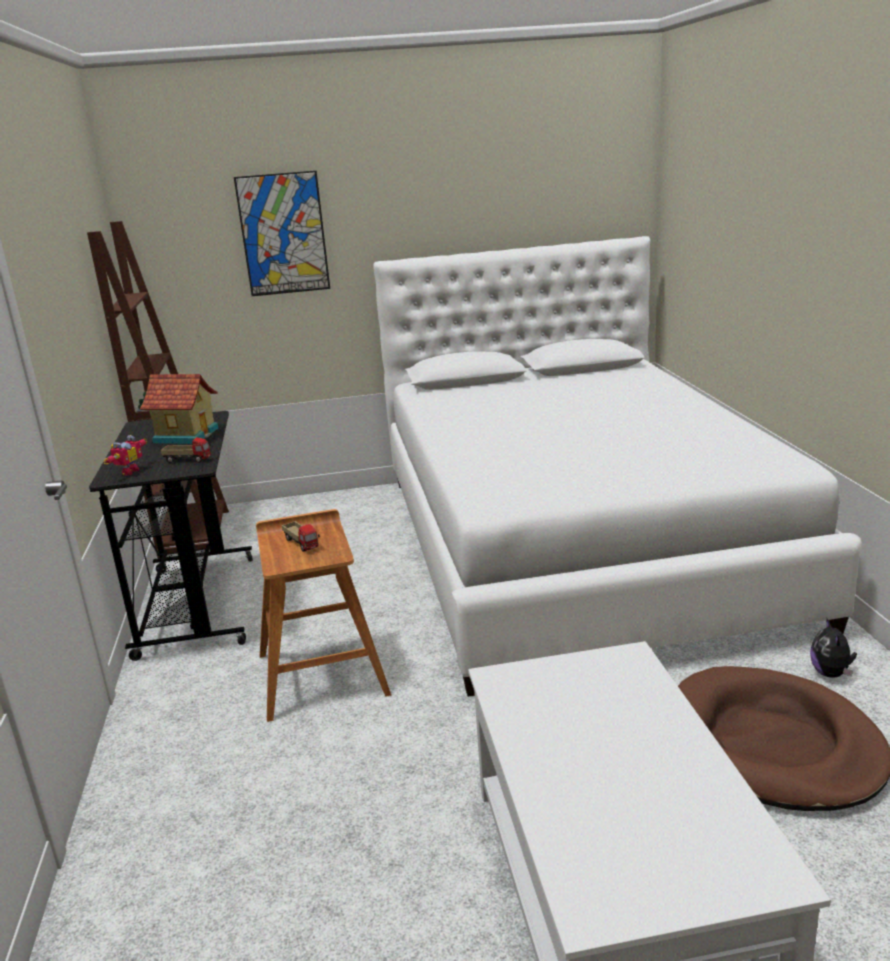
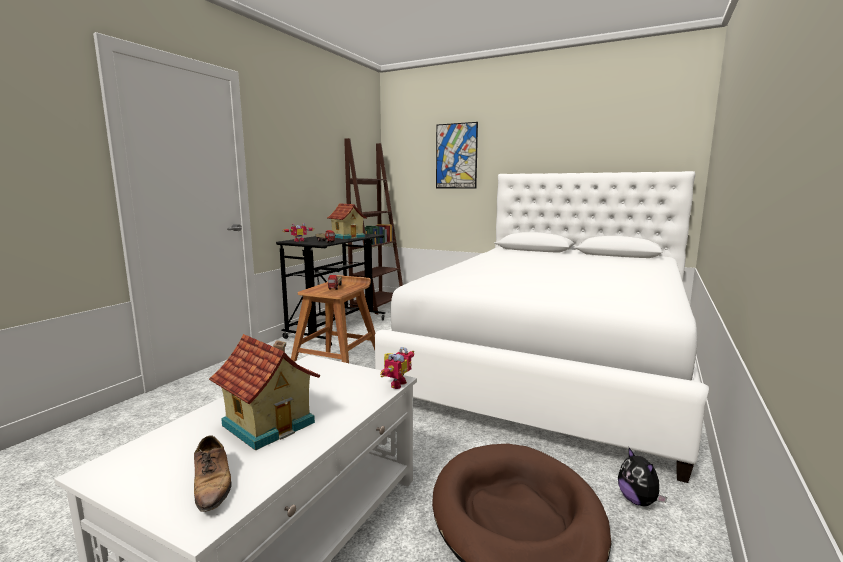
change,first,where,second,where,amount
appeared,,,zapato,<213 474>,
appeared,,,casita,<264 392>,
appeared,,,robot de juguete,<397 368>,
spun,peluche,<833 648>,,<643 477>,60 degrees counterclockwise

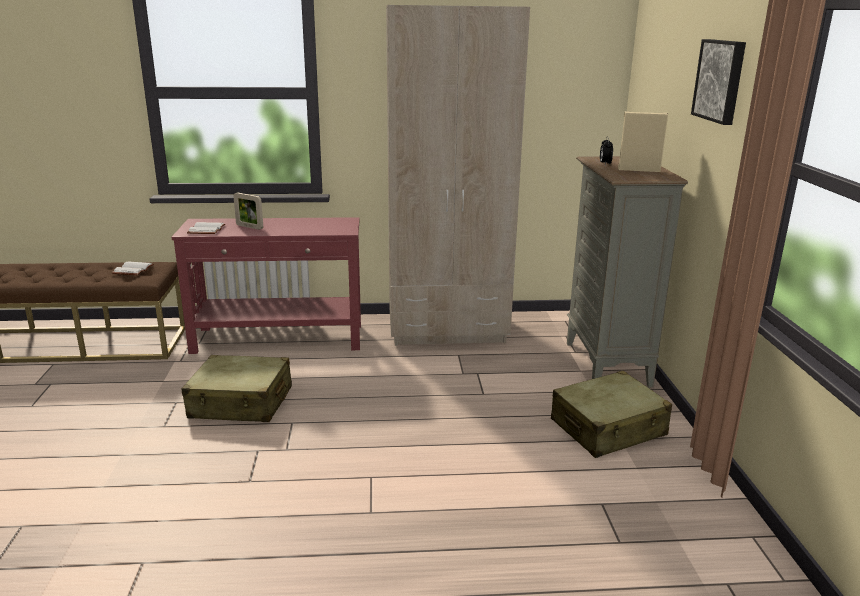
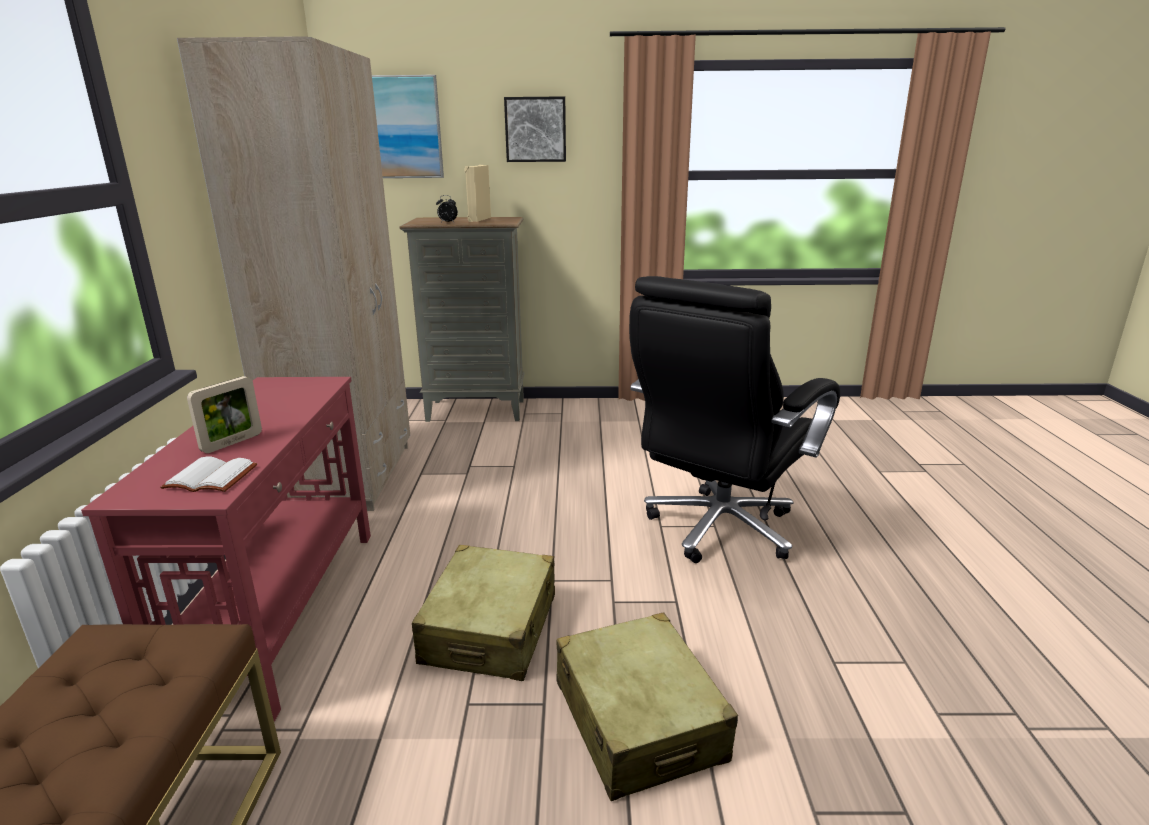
change,first,where,second,where,amount
missing,libro [blanco],<133 268>,,,
appeared,,,cuadro,<408 126>,
appeared,,,silla de oficina [negro],<734 419>,
relocated,maleta [beis],<611 414>,,<647 706>,

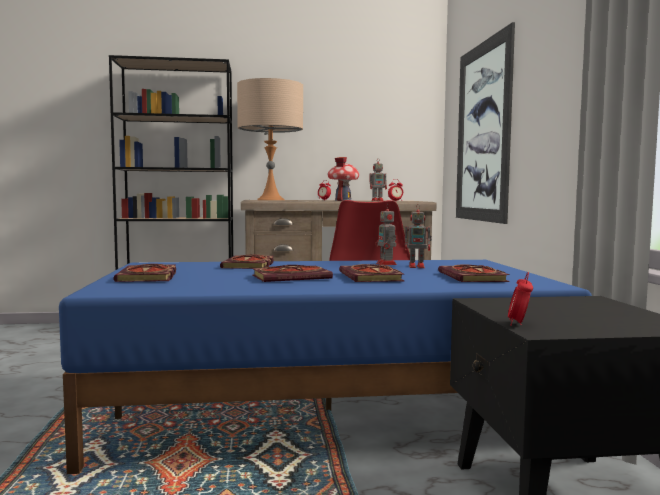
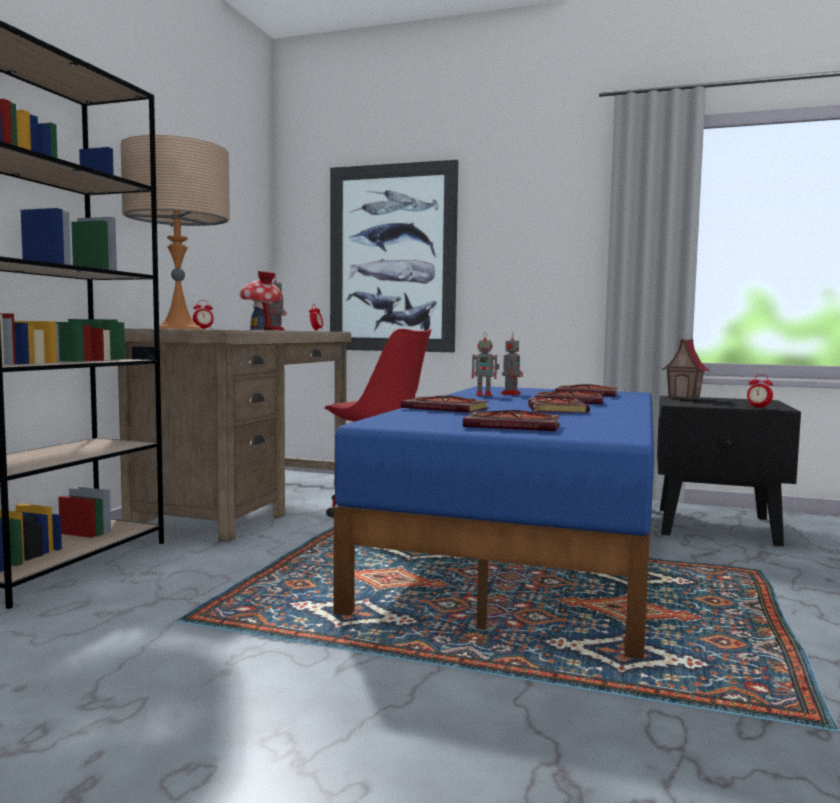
change,first,where,second,where,amount
appeared,,,casita,<685 369>,

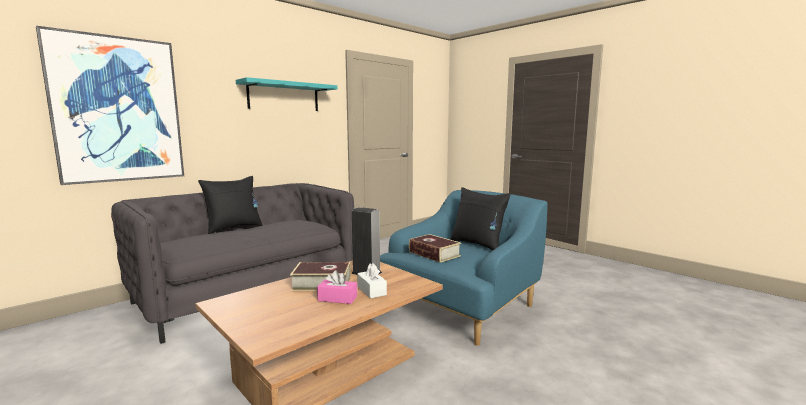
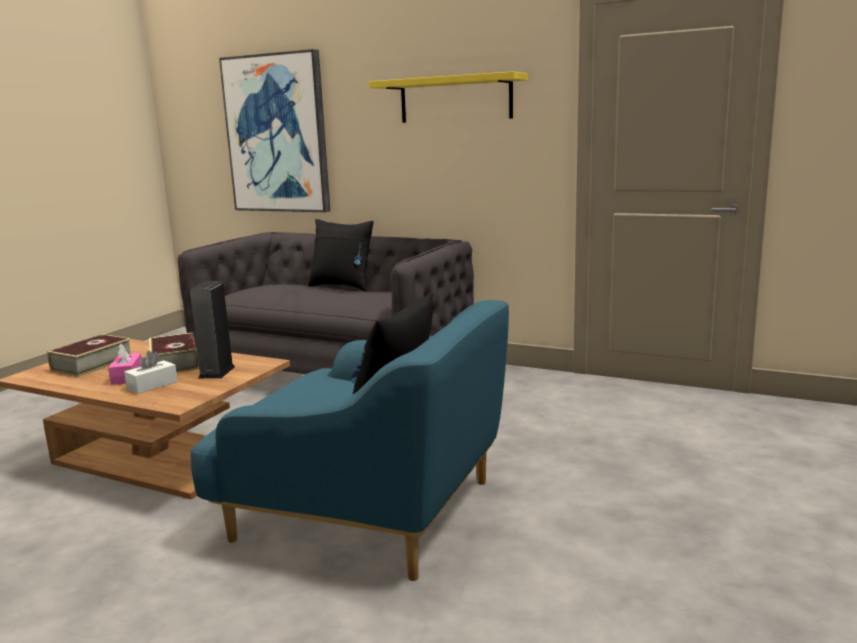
change,first,where,second,where,amount
relocated,libro,<435 248>,,<89 355>,
colour,estante [turquesa],<286 94>,estante [amarillo],<448 97>,

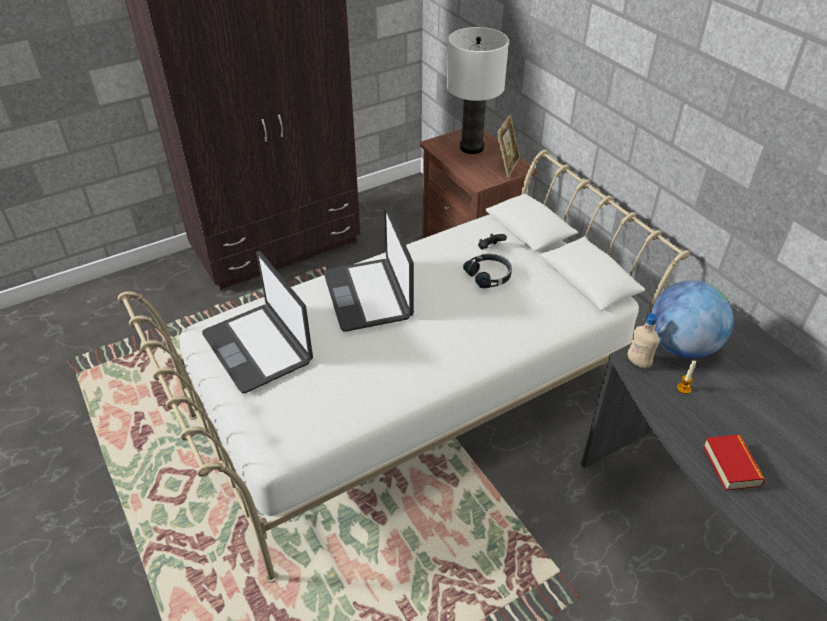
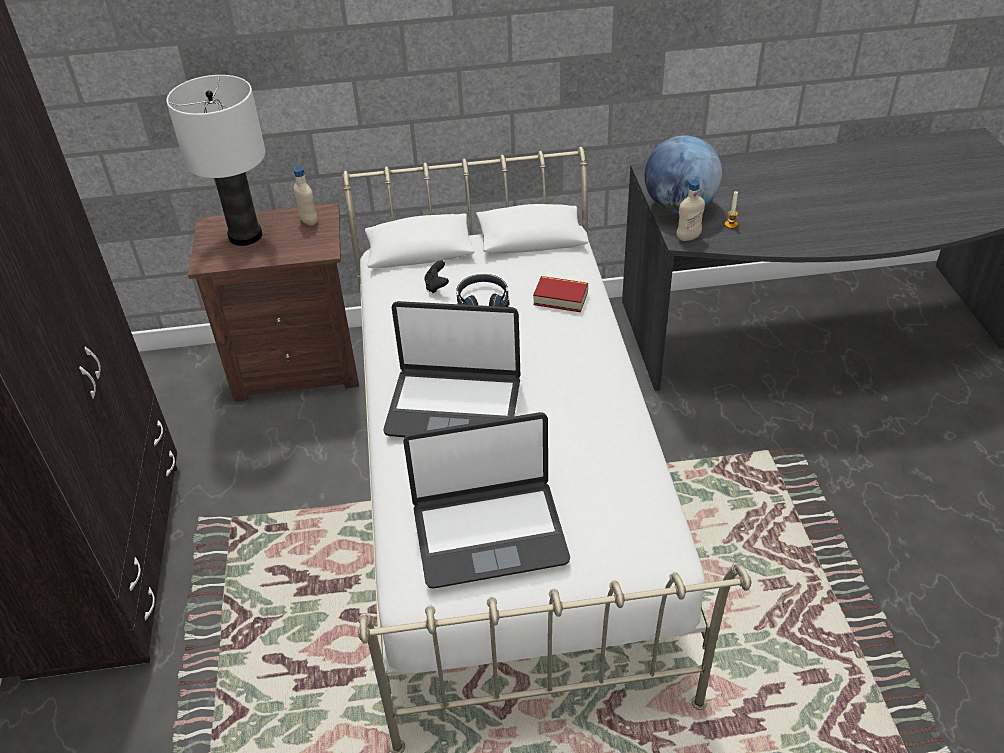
change,first,where,second,where,amount
relocated,libro,<734 462>,,<560 294>,
exchanged,portarretratos,<508 146>,botella [beis],<305 196>,

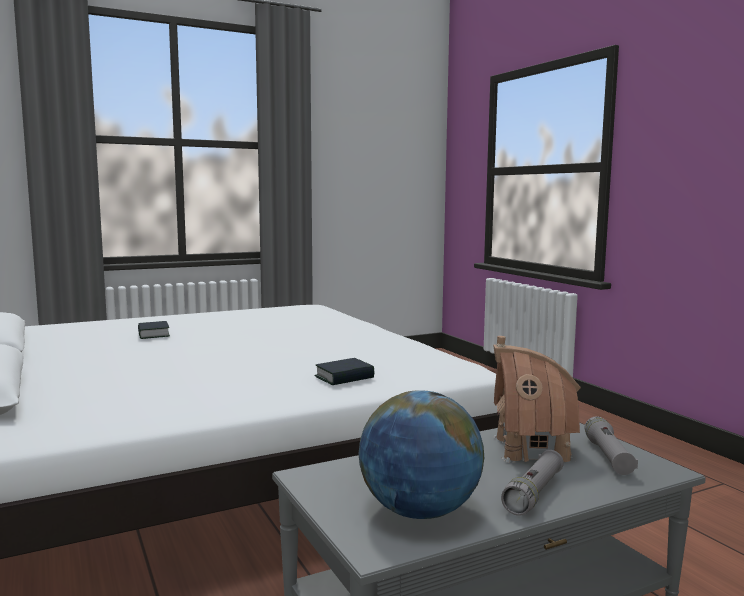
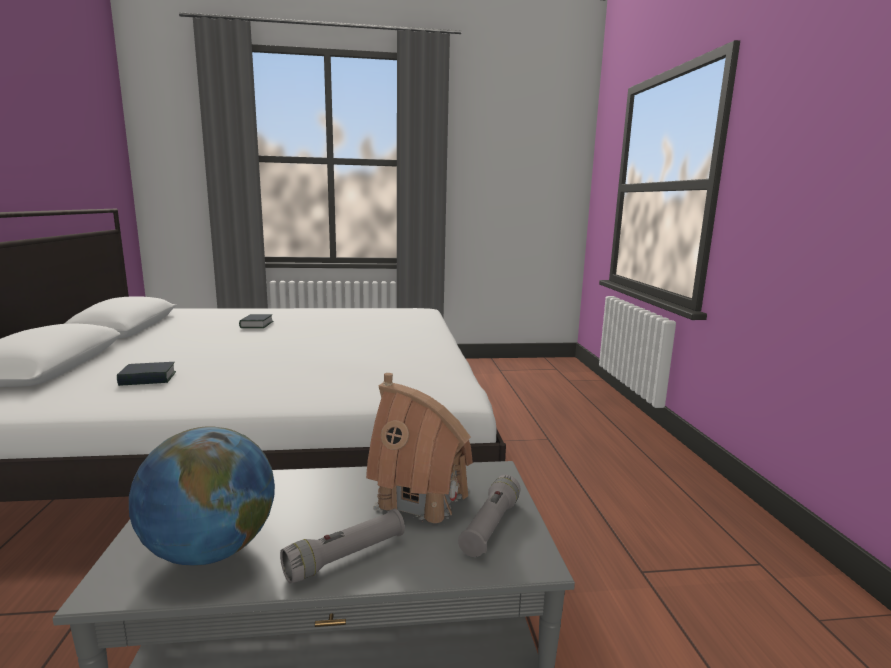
change,first,where,second,where,amount
relocated,libro,<344 371>,,<146 374>,

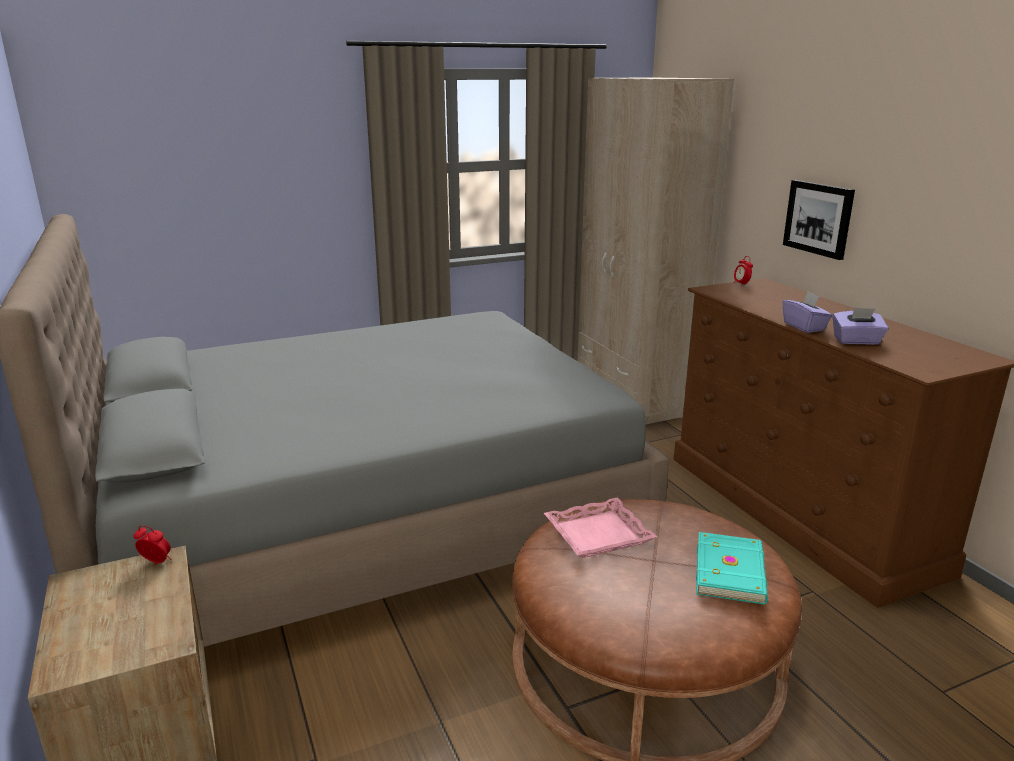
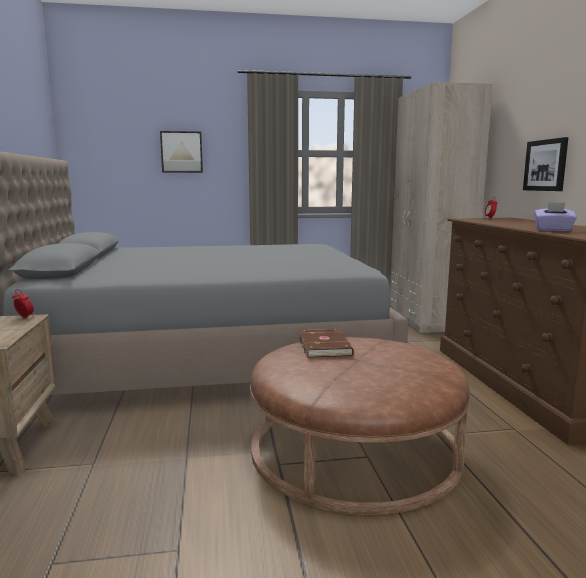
change,first,where,second,where,amount
missing,libro [turquesa],<732 568>,,,
missing,caja de pañuelos [morado],<807 312>,,,
appeared,,,cuadro,<181 152>,
exchanged,bandeja [rosa],<600 527>,libro [marrón],<326 343>,

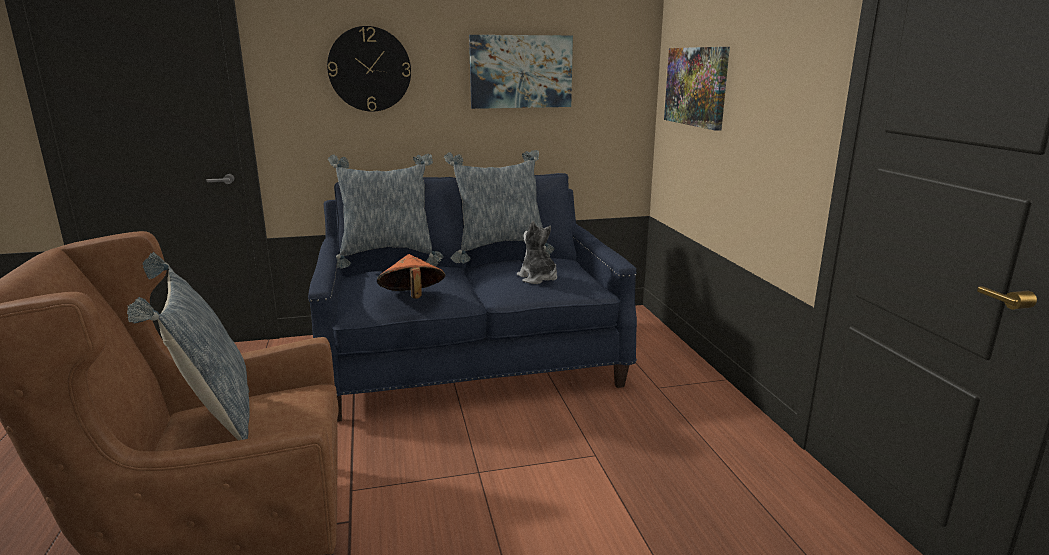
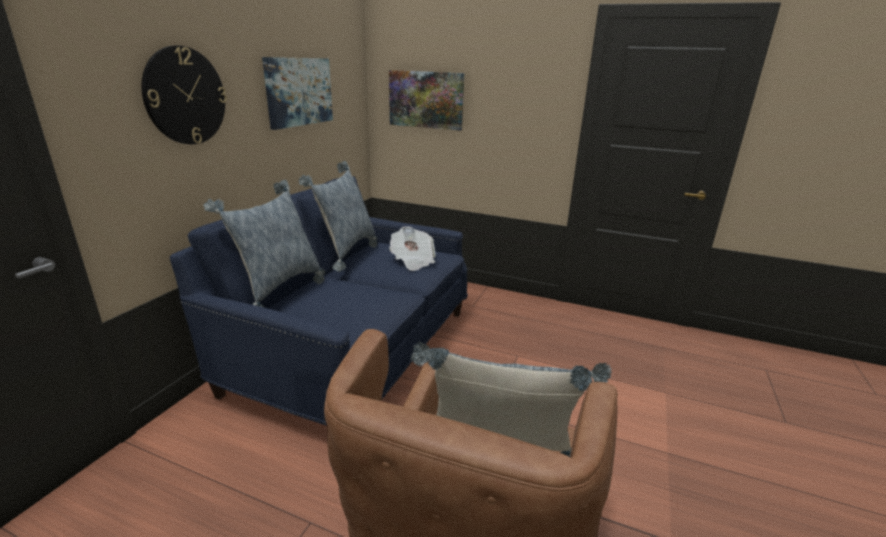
change,first,where,second,where,amount
missing,sombrero [naranja],<411 276>,,,
exchanged,peluche,<537 252>,periódico,<412 248>,

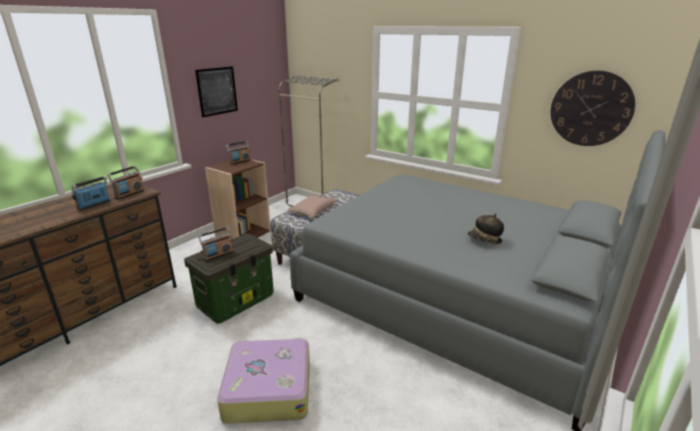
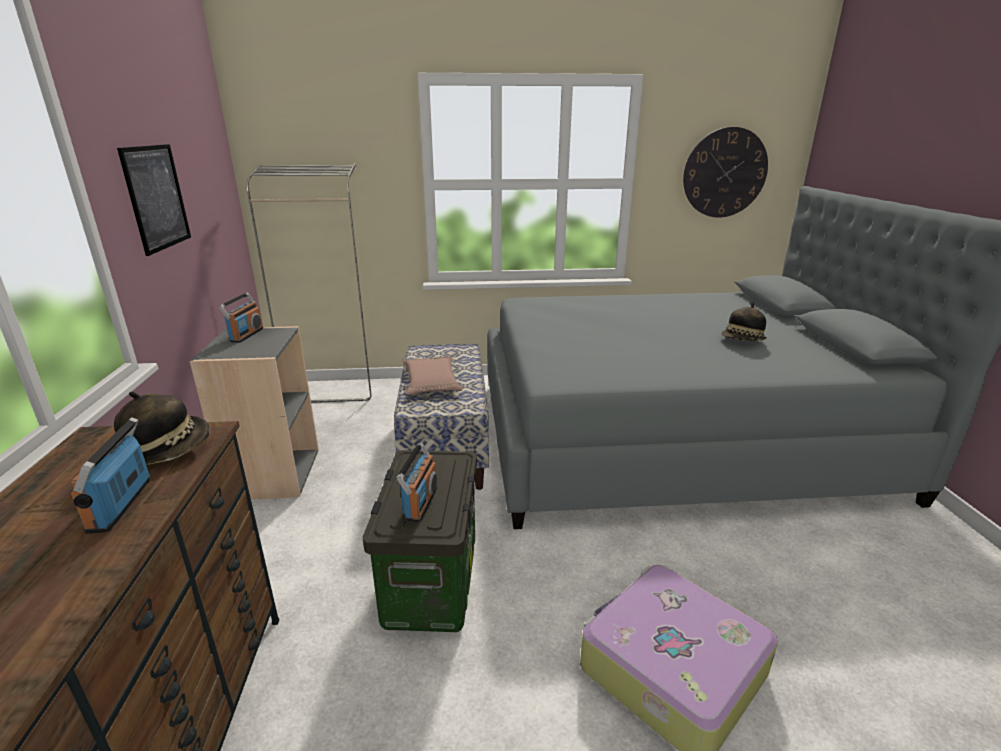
change,first,where,second,where,amount
exchanged,radio,<125 182>,sombrero,<162 428>,
colour,estantería [marrón],<238 199>,estantería [gris],<254 412>,

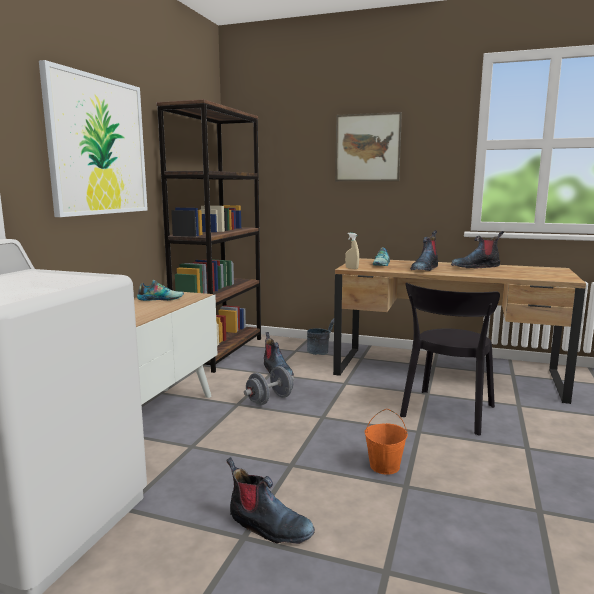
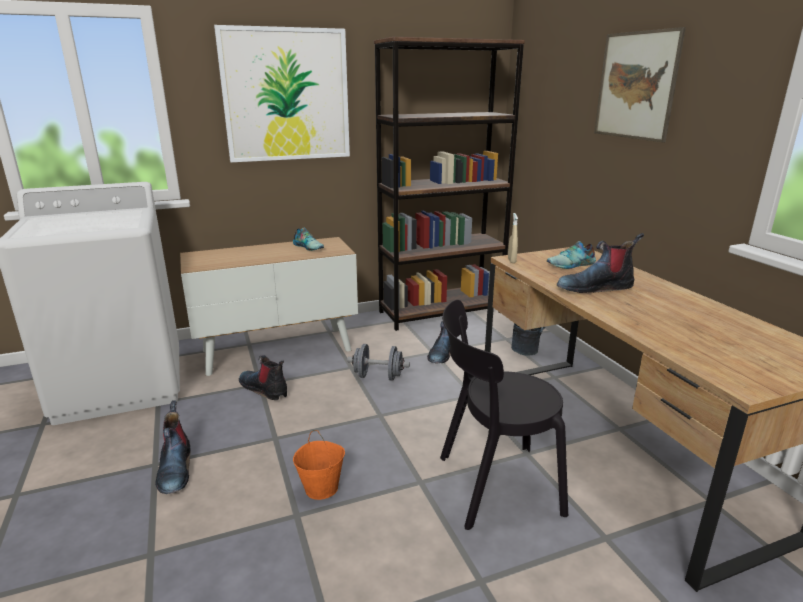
change,first,where,second,where,amount
relocated,bota,<477 249>,,<263 377>,

